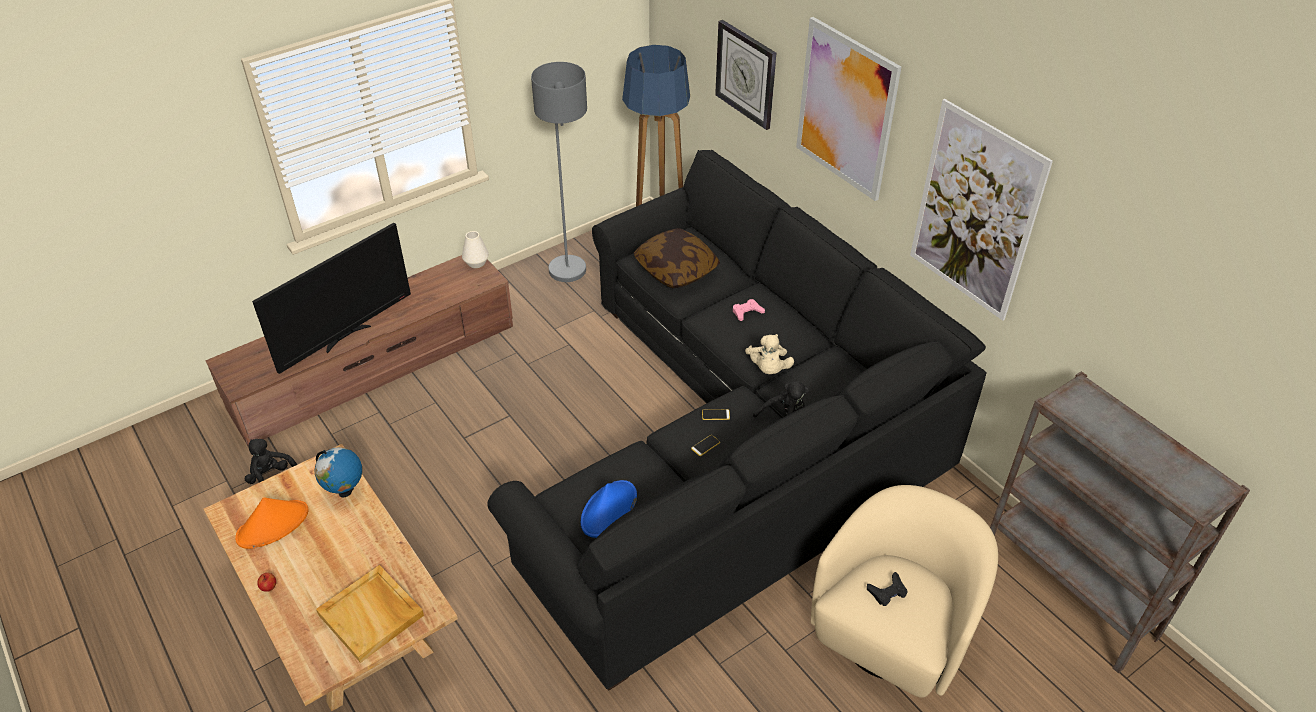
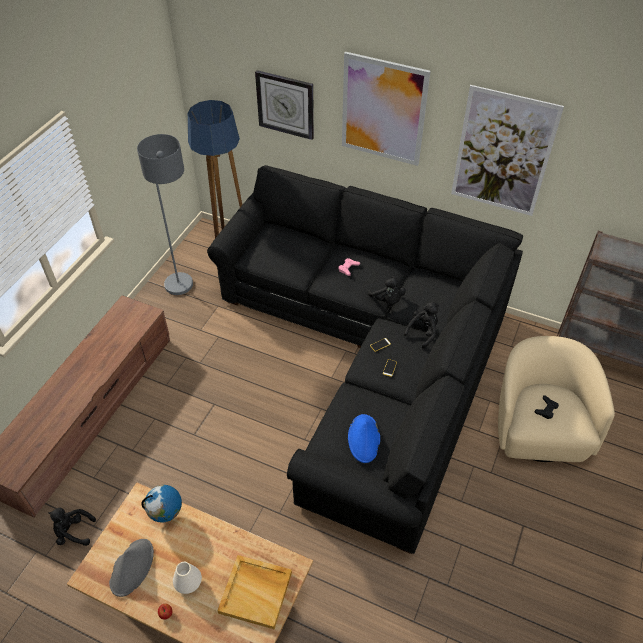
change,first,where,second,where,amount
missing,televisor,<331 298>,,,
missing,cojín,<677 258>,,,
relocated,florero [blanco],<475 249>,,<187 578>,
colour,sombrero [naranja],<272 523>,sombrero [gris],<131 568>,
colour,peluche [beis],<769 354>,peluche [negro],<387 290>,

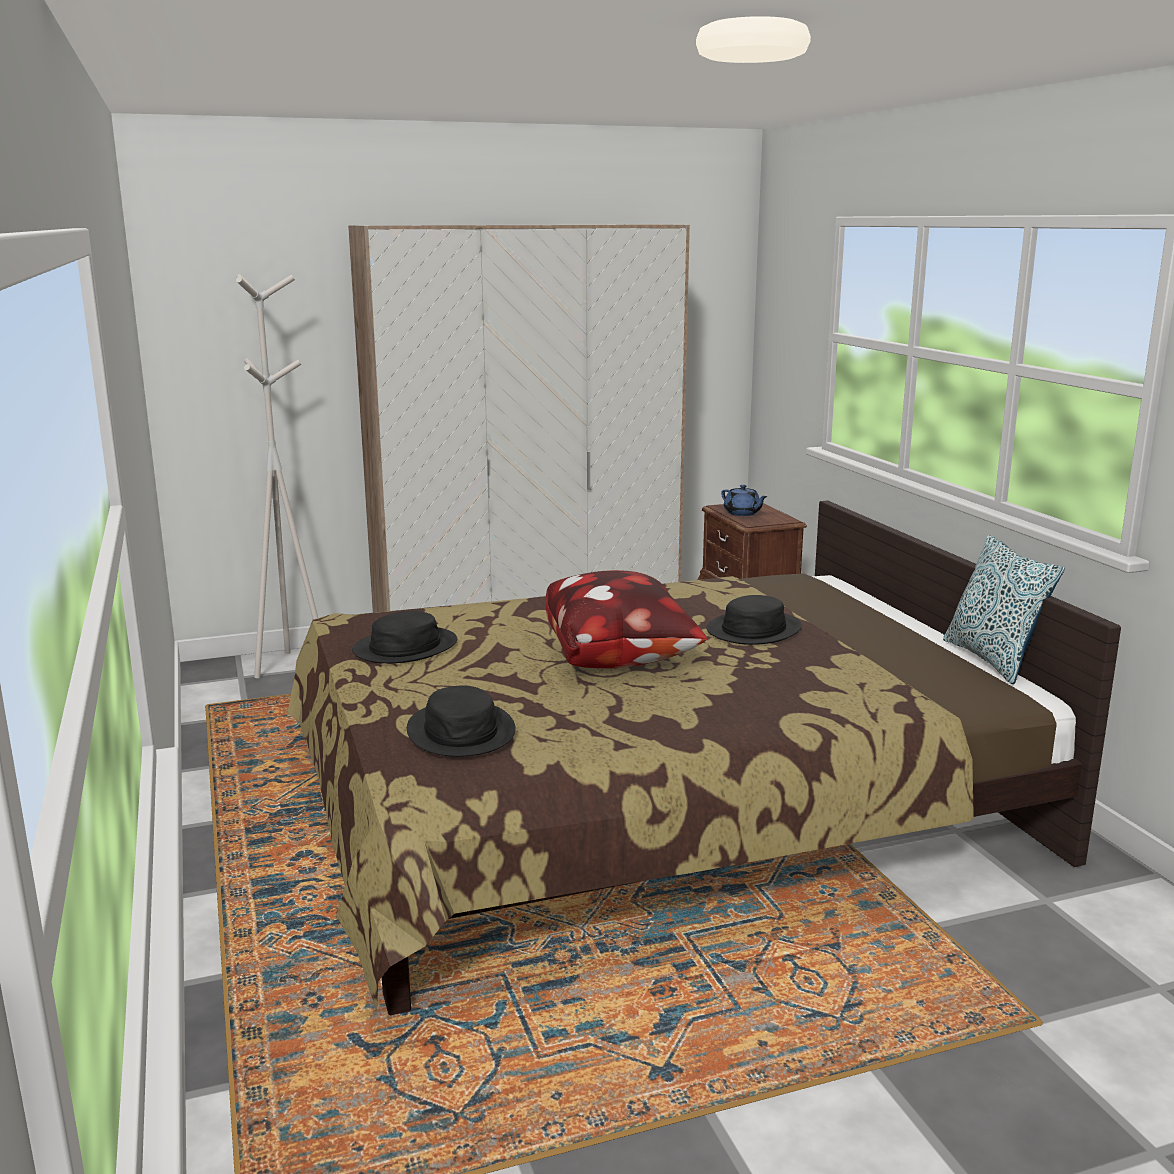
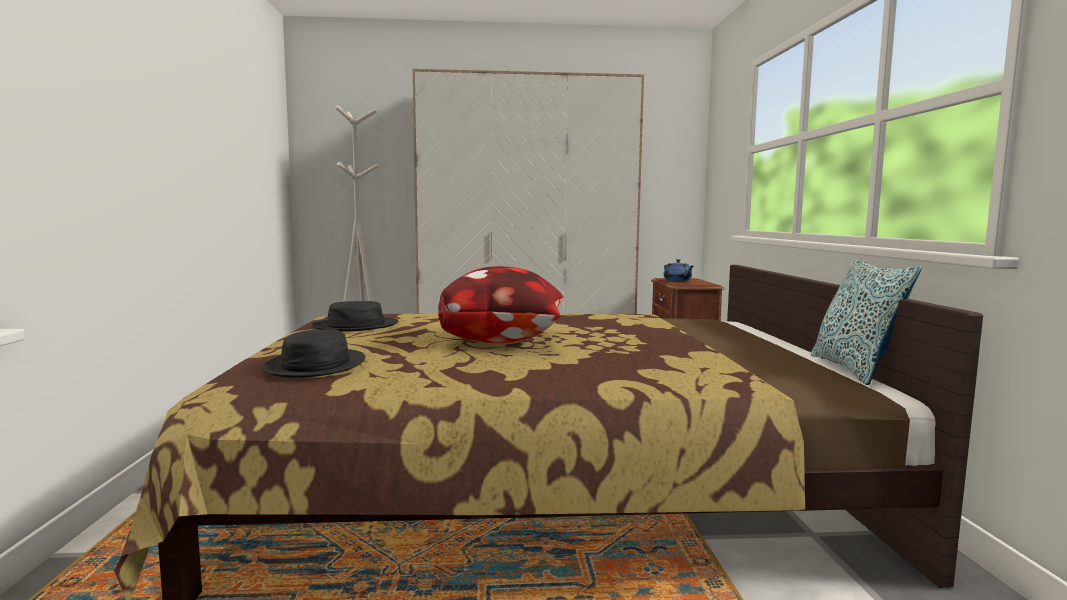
change,first,where,second,where,amount
missing,sombrero [negro],<754 620>,,,

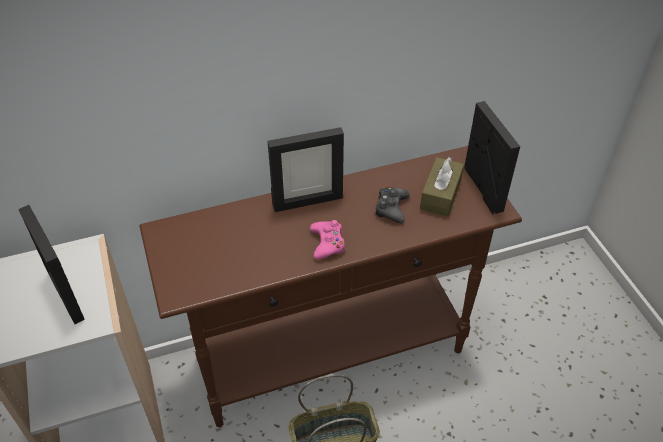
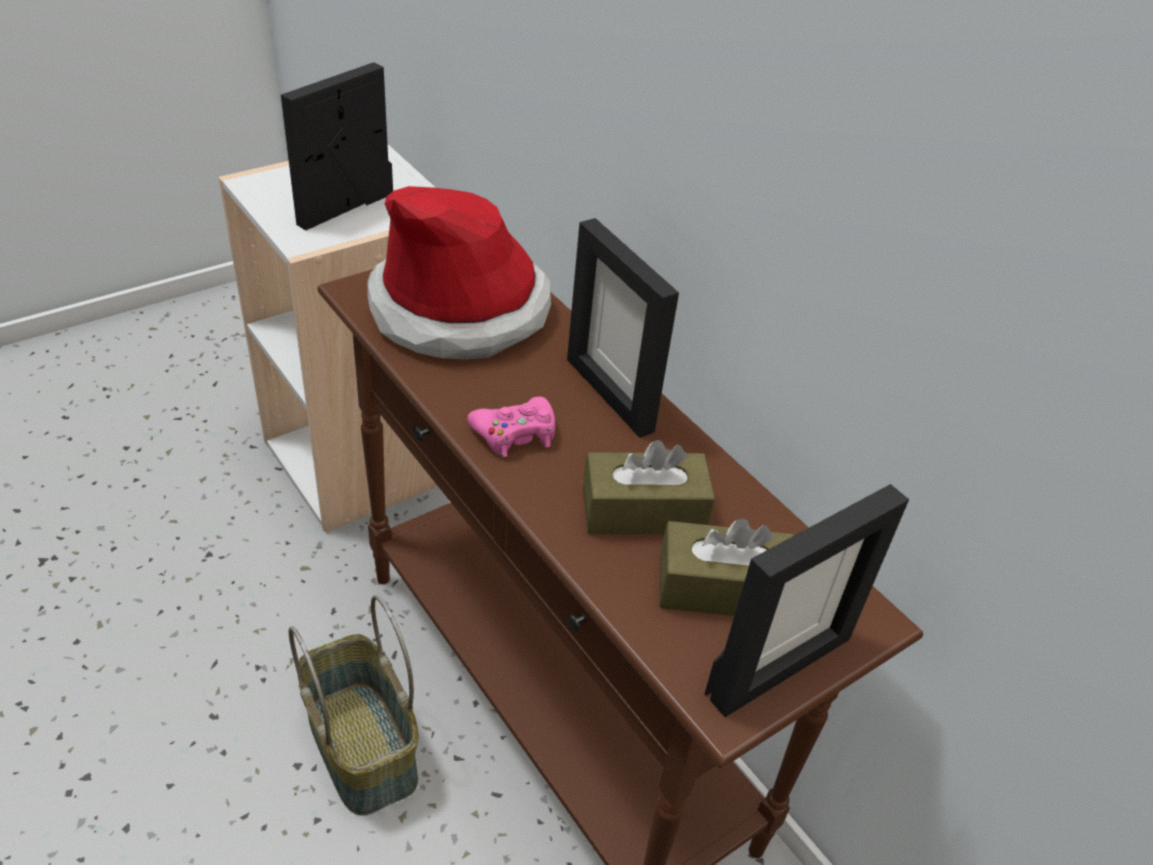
change,first,where,second,where,amount
appeared,,,sombrero,<459 273>,
exchanged,mando de consola [negro],<392 205>,caja de pañuelos [marrón],<649 487>,

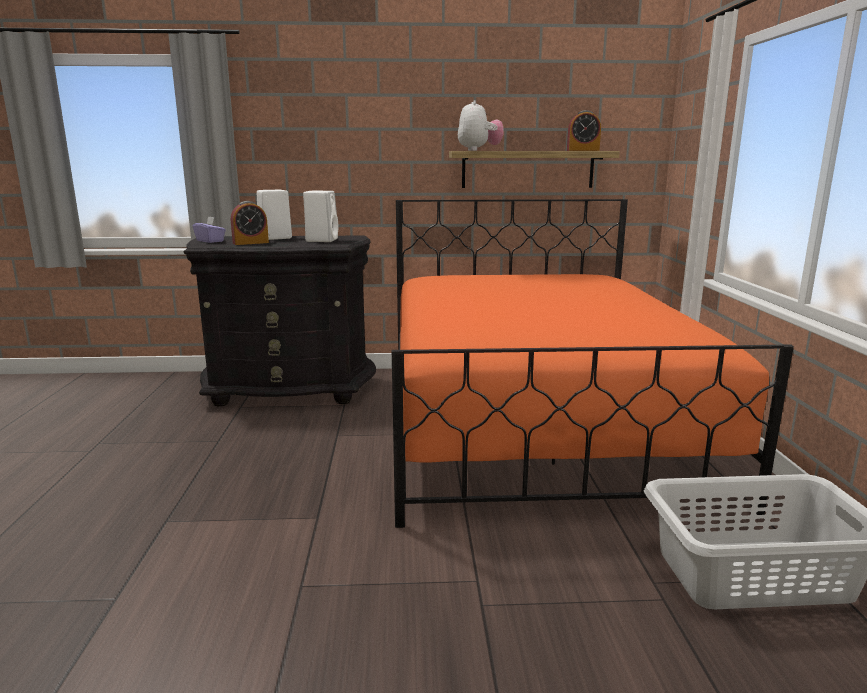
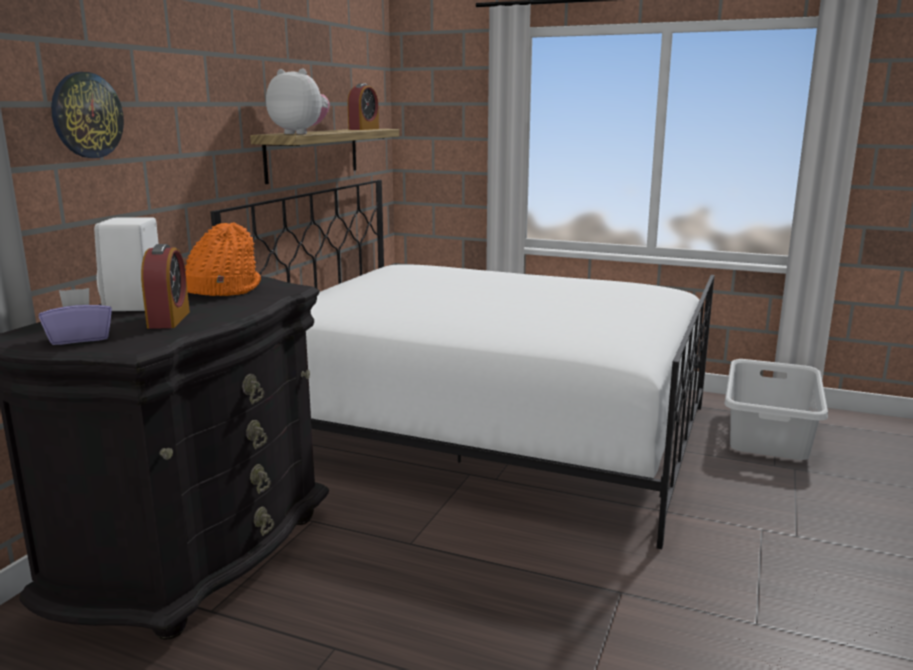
change,first,where,second,where,amount
appeared,,,reloj de pared,<87 115>,
exchanged,altavoz [blanco],<320 216>,sombrero [naranja],<223 259>,
colour,cama [naranja],<593 363>,cama [blanco],<462 364>,

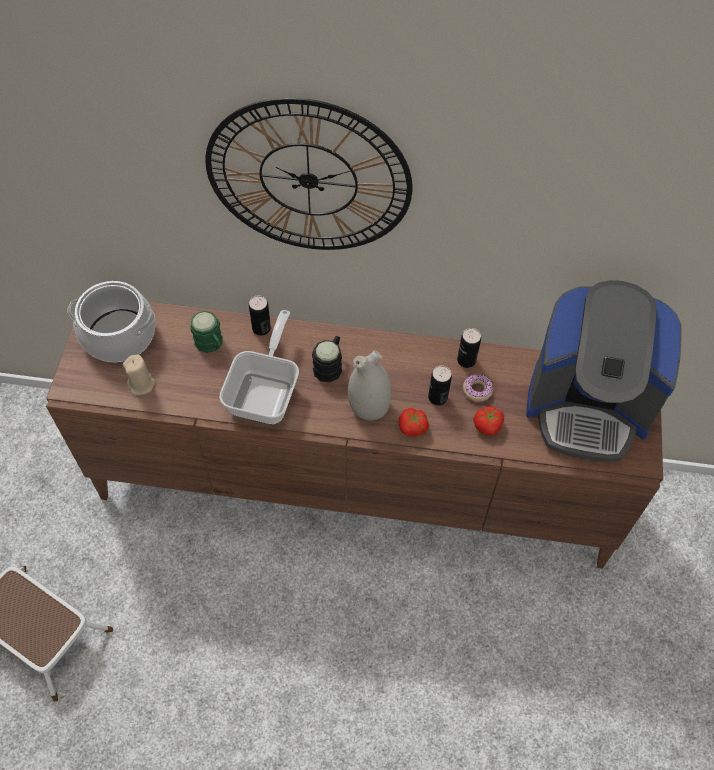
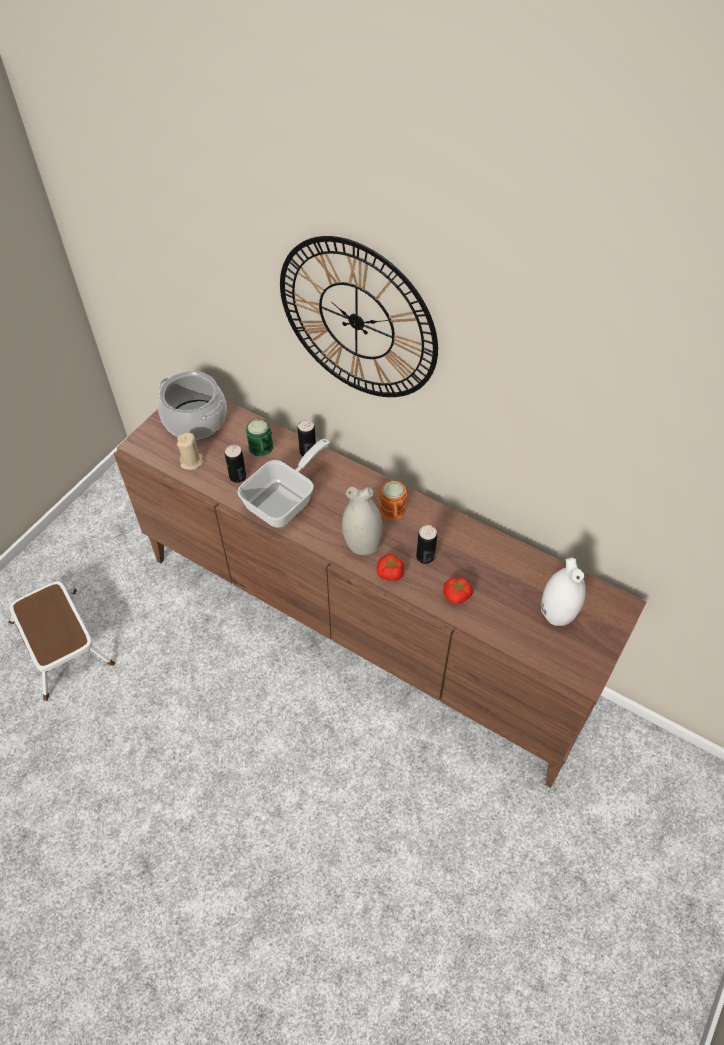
change,first,where,second,where,amount
missing,taza grande [negro],<327 358>,,,
missing,rosquilla,<478 388>,,,
appeared,,,taza grande [naranja],<393 500>,
relocated,lata,<469 348>,,<235 464>,
exchanged,cafetera,<604 371>,florero [blanco],<563 592>,

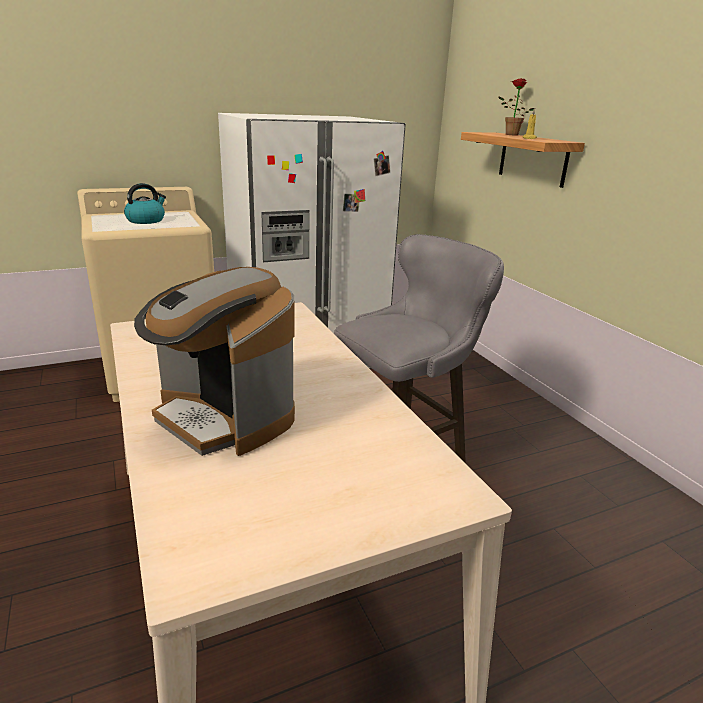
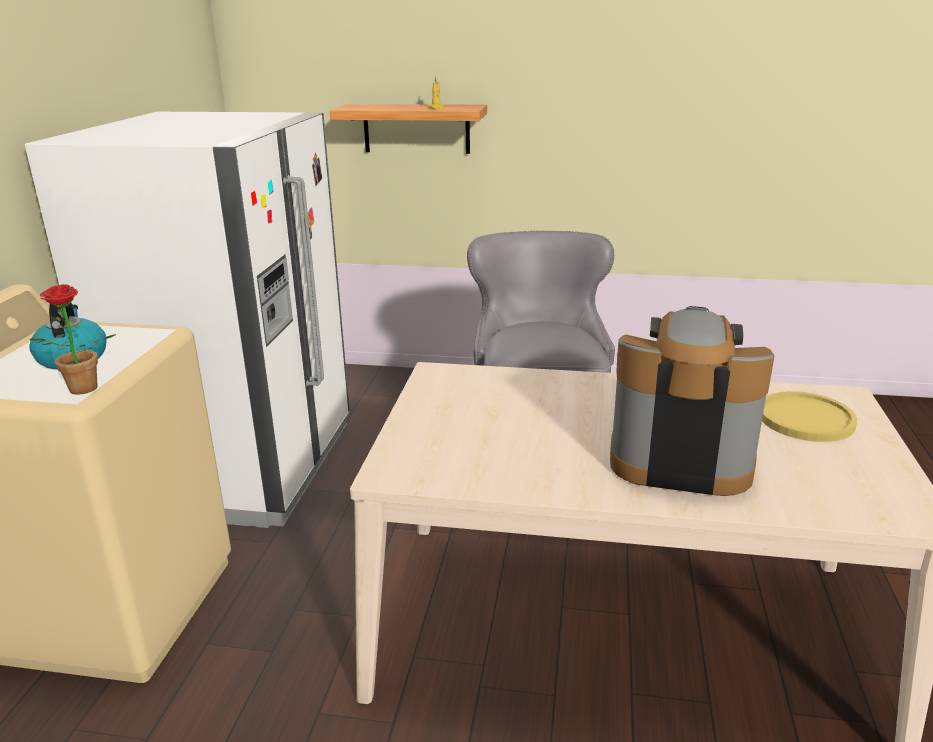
change,first,where,second,where,amount
appeared,,,plato [amarillo],<809 416>,
relocated,planta en maceta,<516 107>,,<73 339>,
spun,cafetera,<214 361>,,<692 401>,150 degrees counterclockwise

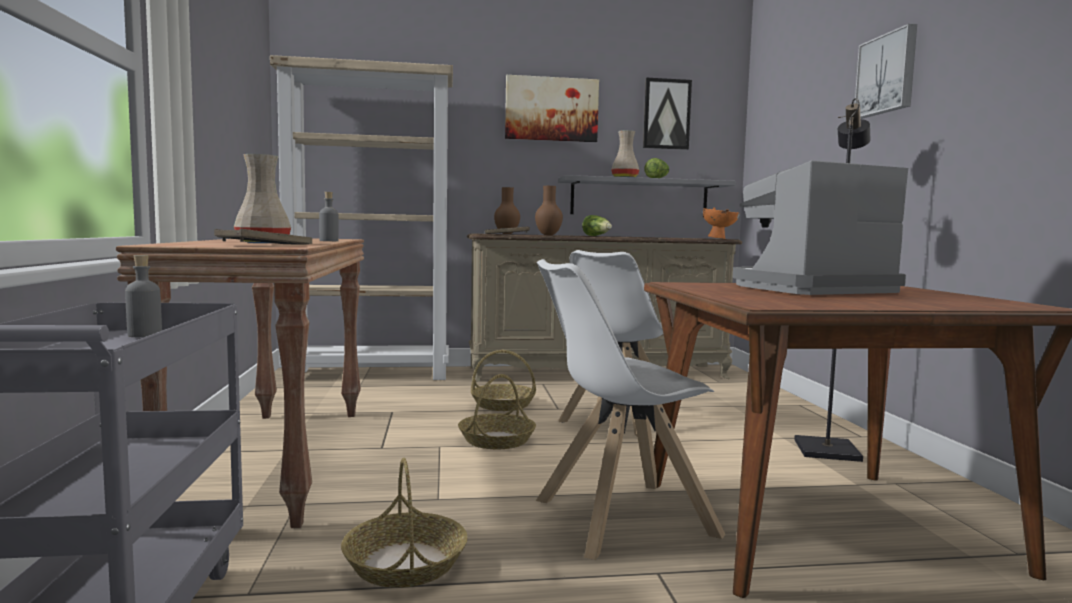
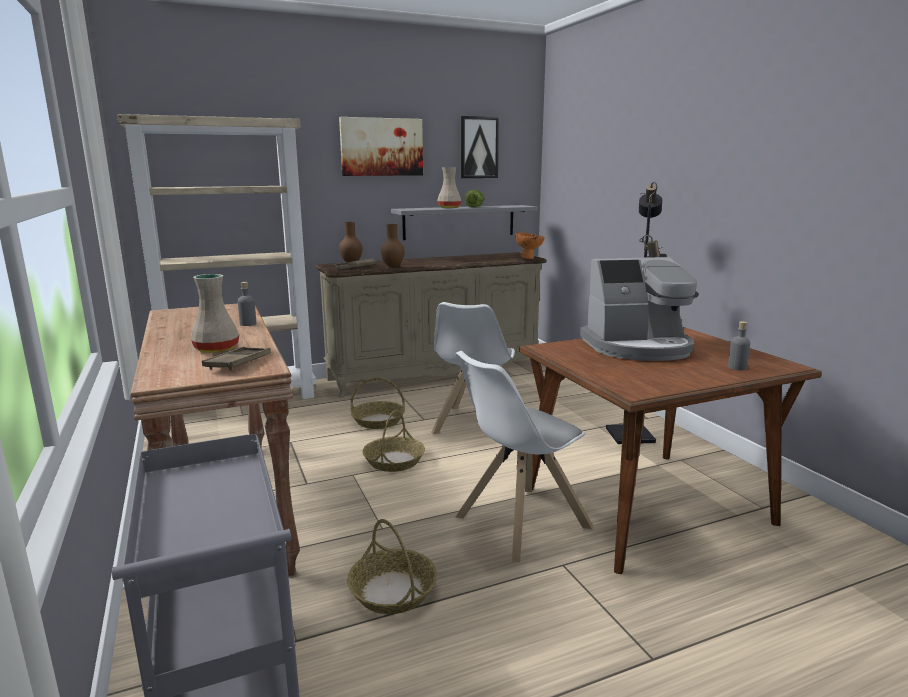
change,first,where,second,where,amount
missing,lechuga,<597 225>,,,
missing,cuadro,<886 71>,,,
relocated,botella [gris],<143 296>,,<739 346>,
spun,cafetera,<820 227>,,<639 309>,150 degrees counterclockwise

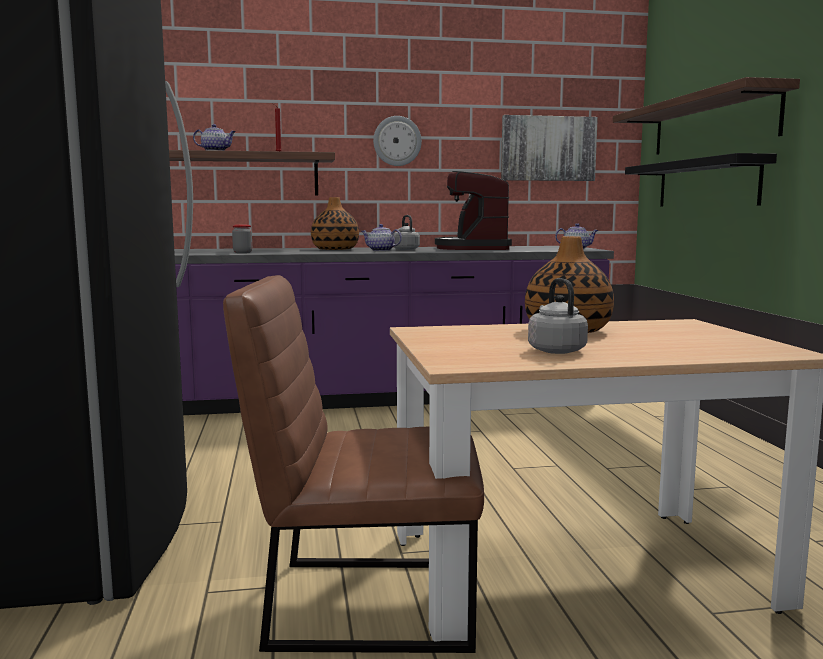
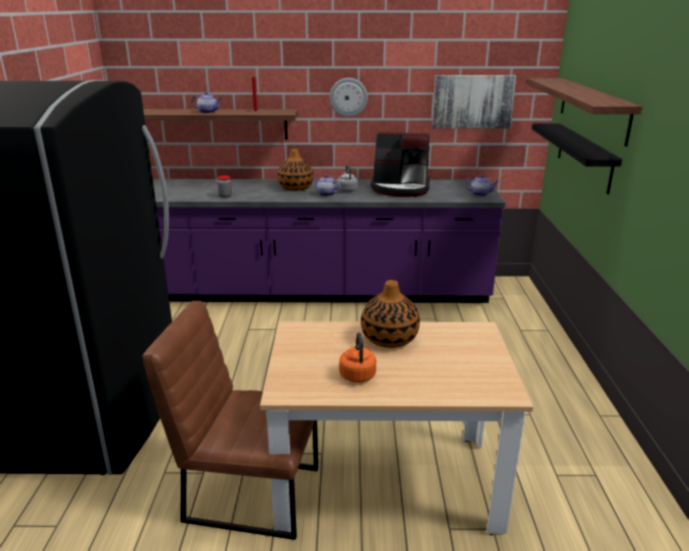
change,first,where,second,where,amount
colour,hervidor [gris],<558 316>,hervidor [naranja],<357 358>,
spun,cafetera,<473 210>,,<400 164>,90 degrees counterclockwise

